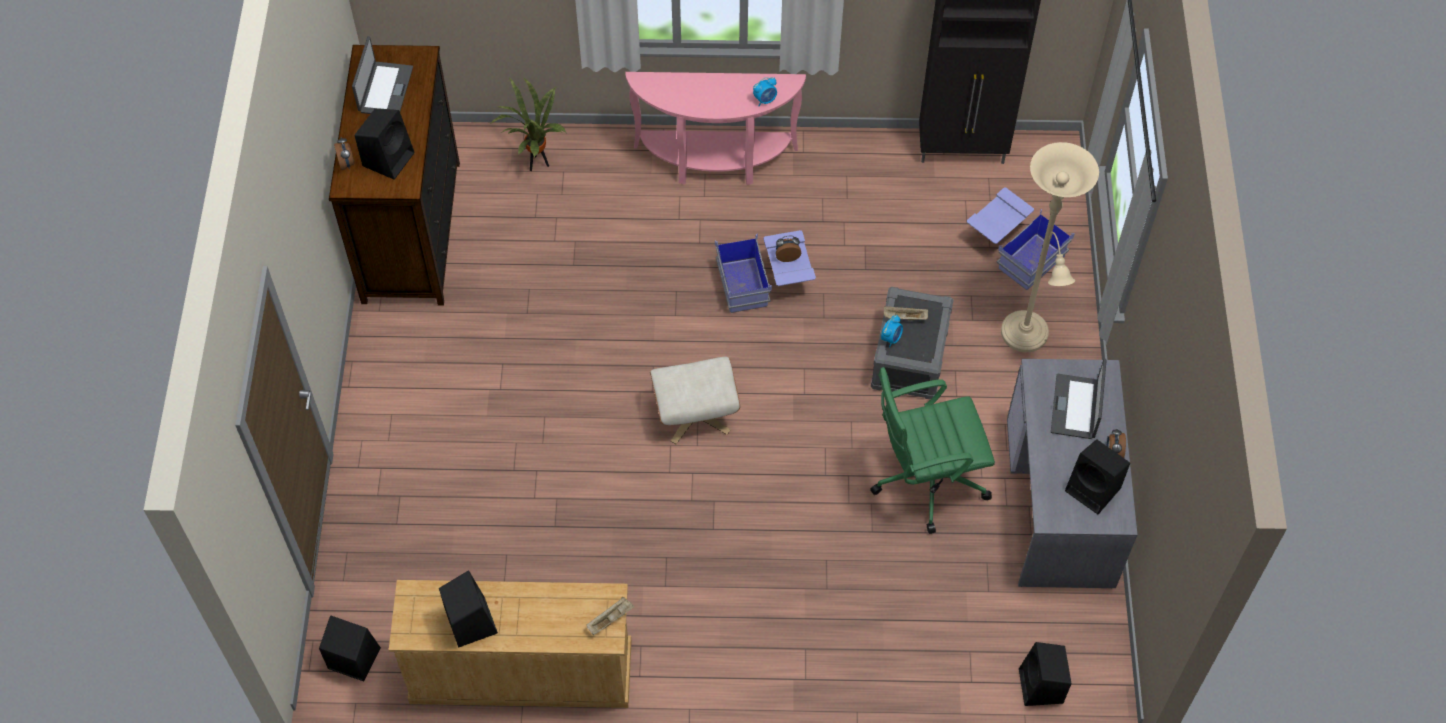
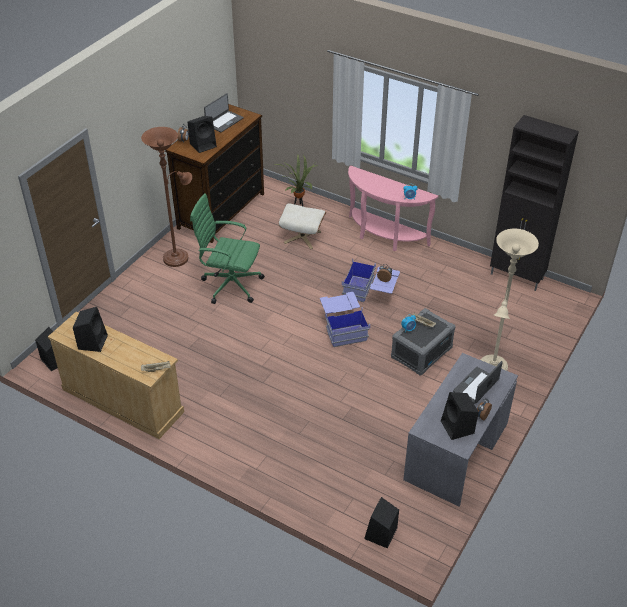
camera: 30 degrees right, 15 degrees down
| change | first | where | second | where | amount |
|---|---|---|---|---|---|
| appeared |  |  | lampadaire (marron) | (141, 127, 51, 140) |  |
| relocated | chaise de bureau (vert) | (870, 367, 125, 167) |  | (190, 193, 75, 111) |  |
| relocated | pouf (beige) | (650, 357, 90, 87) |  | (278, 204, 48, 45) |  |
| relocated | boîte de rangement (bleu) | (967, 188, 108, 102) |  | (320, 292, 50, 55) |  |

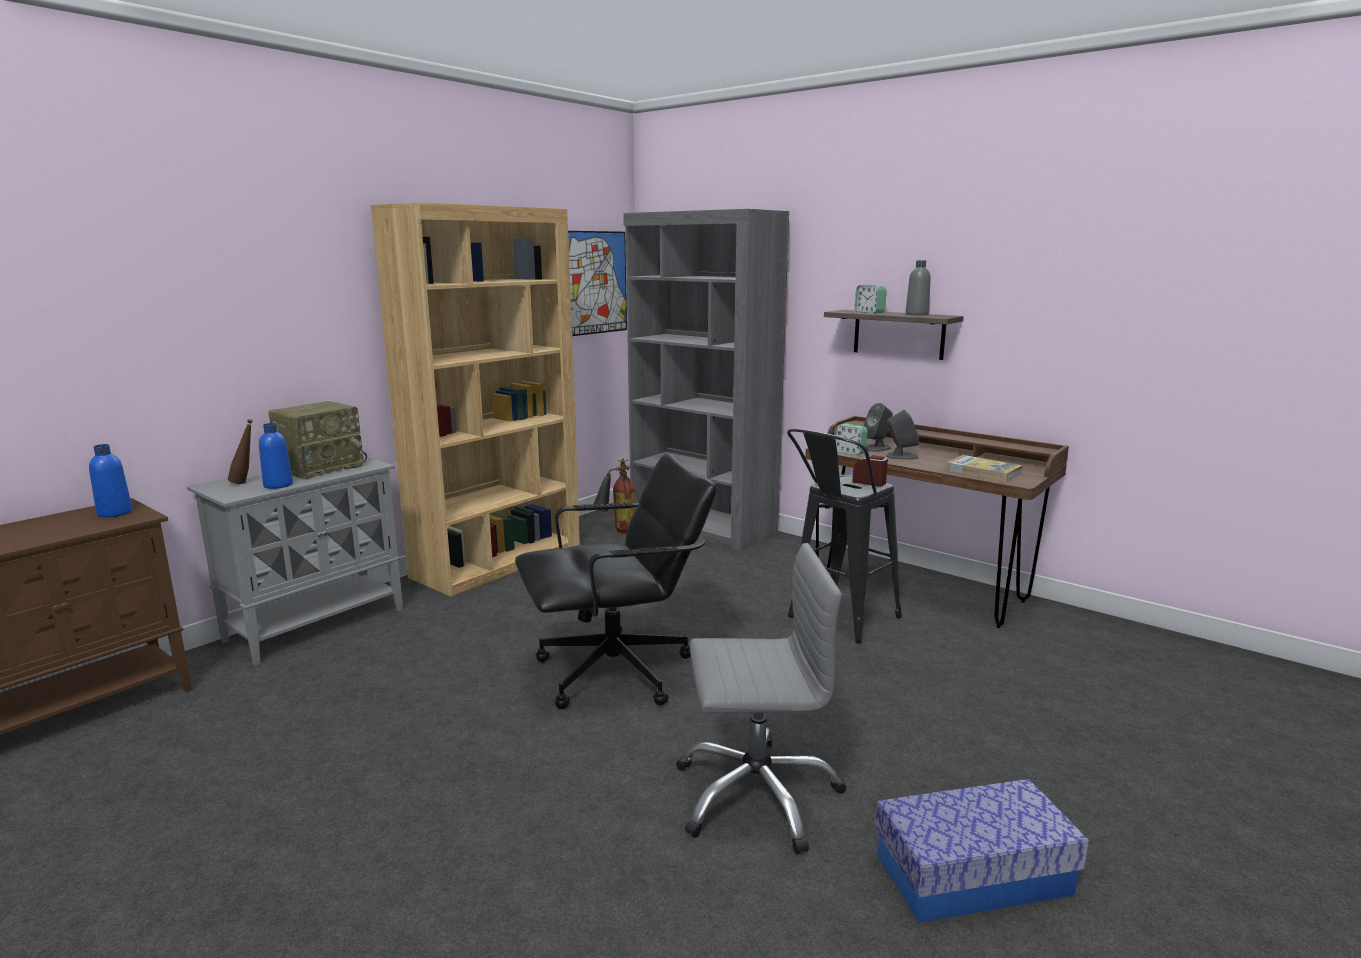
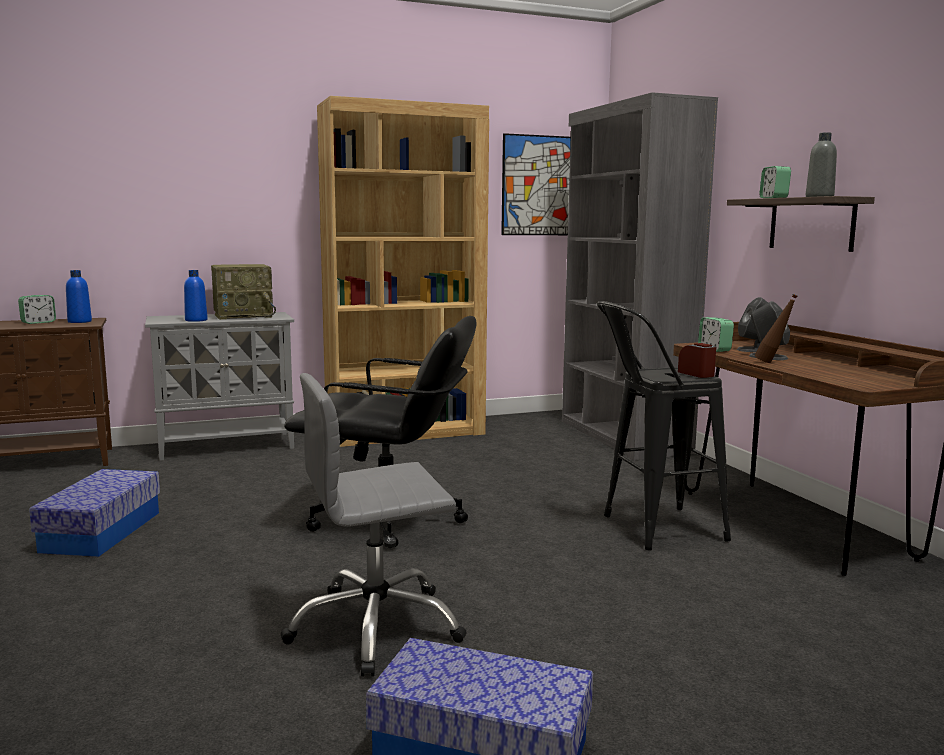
camera: 30 degrees right, 5 degrees down
| change | first | where | second | where | amount |
|---|---|---|---|---|---|
| appeared |  |  | réveil | (18, 295, 38, 29) |  |
| appeared |  |  | boîte de rangement | (29, 469, 131, 88) |  |
| spun | chaise de bureau (gris) | (676, 543, 170, 311) |  | (281, 373, 186, 304) | 135 degrees clockwise |
| relocated | bouteille (marron) | (228, 419, 25, 65) |  | (755, 294, 43, 69) |  |
| missing | extincteur | (594, 458, 42, 75) |  |  |  |
| missing | livre | (946, 455, 77, 27) |  |  |  |

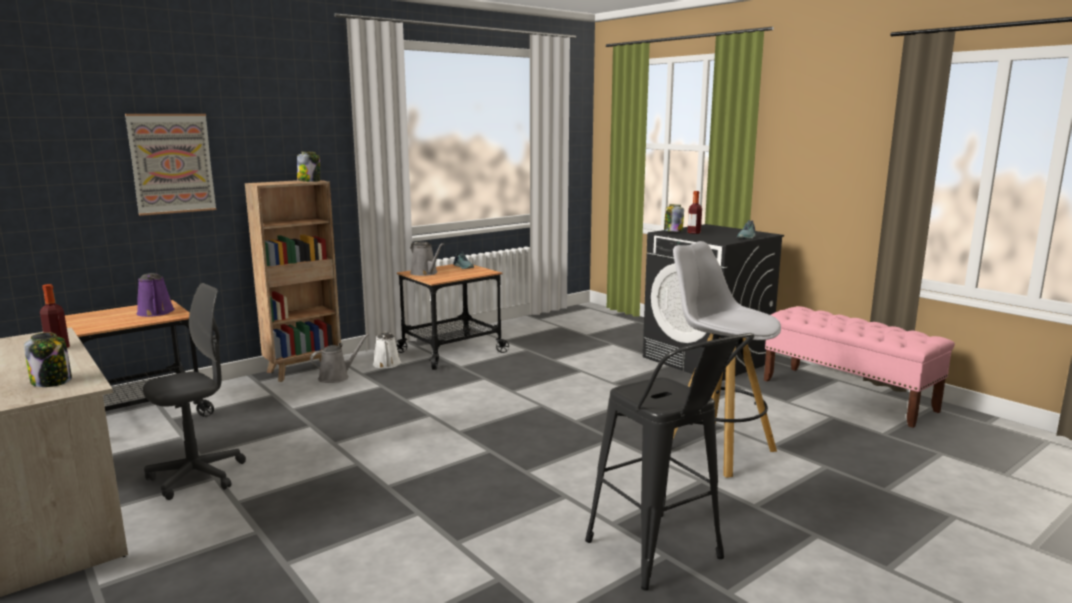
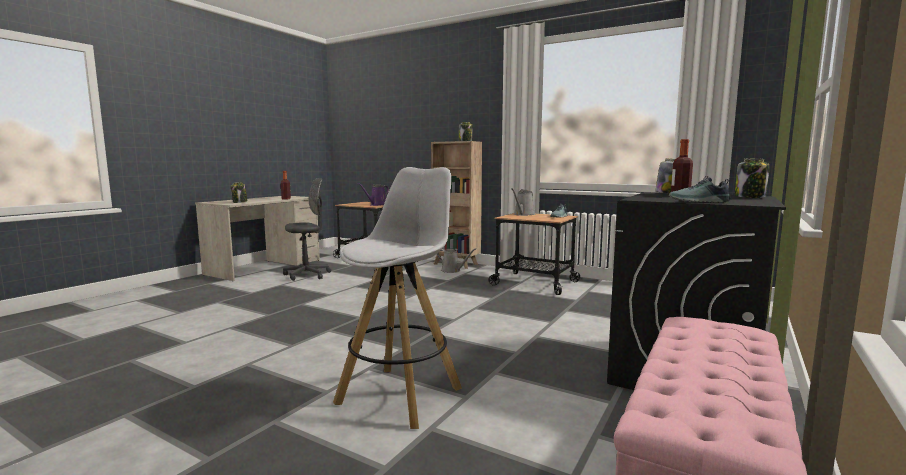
camera: 70 degrees right, 5 degrees down
| change | first | where | second | where | amount |
|---|---|---|---|---|---|
| spun | chaise de bureau (gris) | (143, 283, 103, 217) |  | (283, 178, 48, 103) | 60 degrees counterclockwise |
| appeared |  |  | bocal | (735, 158, 34, 40) |  |
| missing | tableau | (125, 114, 91, 102) |  |  |  |
| missing | arrosoir (blanc) | (373, 331, 28, 37) |  |  |  |
| missing | tabouret (noir) | (585, 333, 170, 258) |  |  |  |

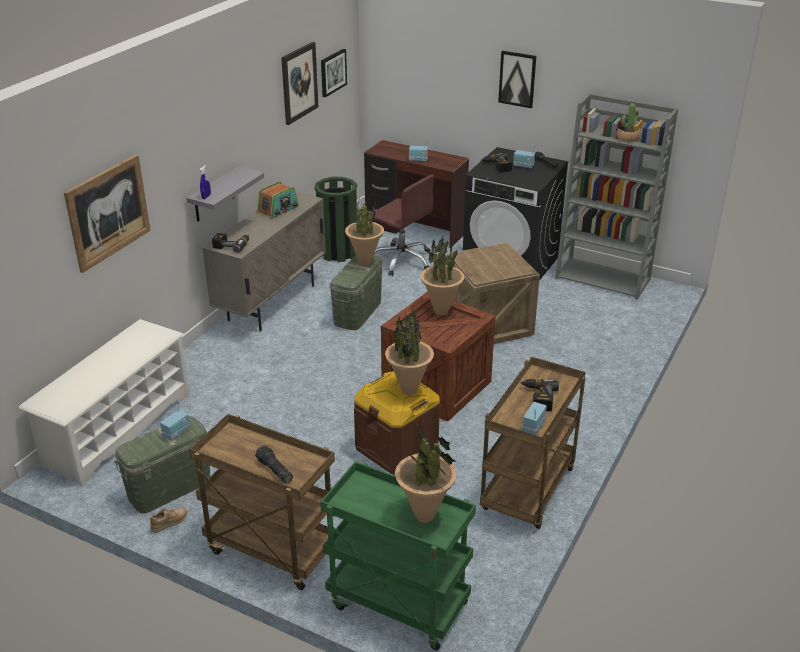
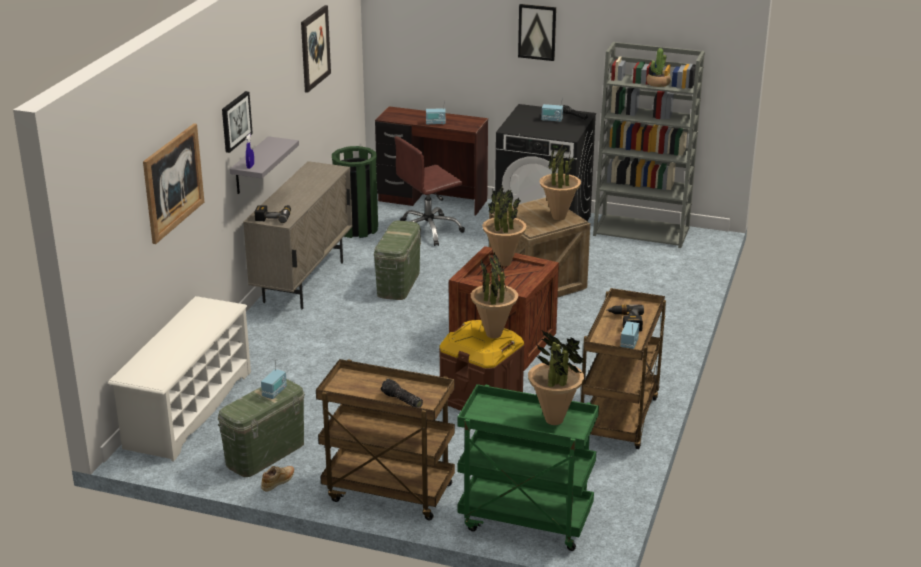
camera: 10 degrees left, 5 degrees down
| change | first | where | second | where | amount |
|---|---|---|---|---|---|
| relocated | tableau | (321, 49, 26, 48) |  | (222, 91, 31, 62) |  |
| spun | chaise de bureau (marron) | (372, 175, 62, 101) |  | (395, 136, 70, 110) | 120 degrees clockwise |
| relocated | plante en pot | (345, 200, 39, 66) |  | (539, 145, 42, 75) |  |
| missing | radio | (257, 181, 42, 38) |  |  |  |
| missing | perceuse | (481, 153, 31, 20) |  |  |  |

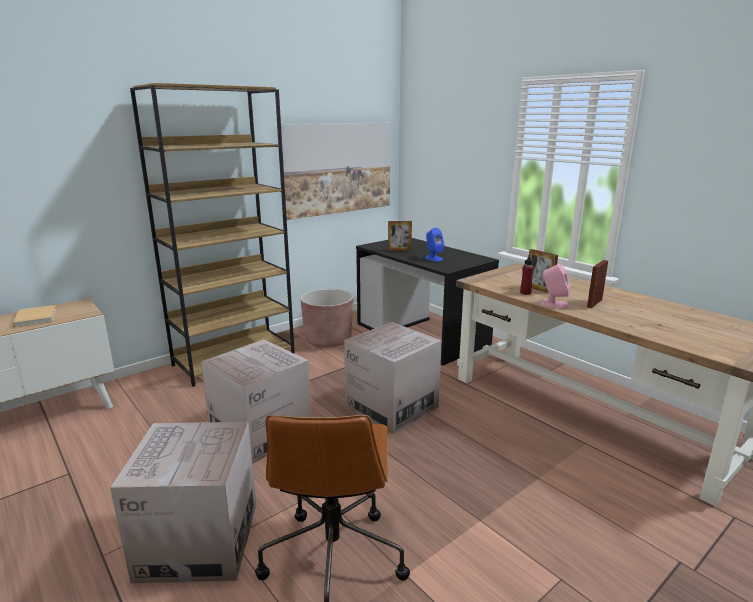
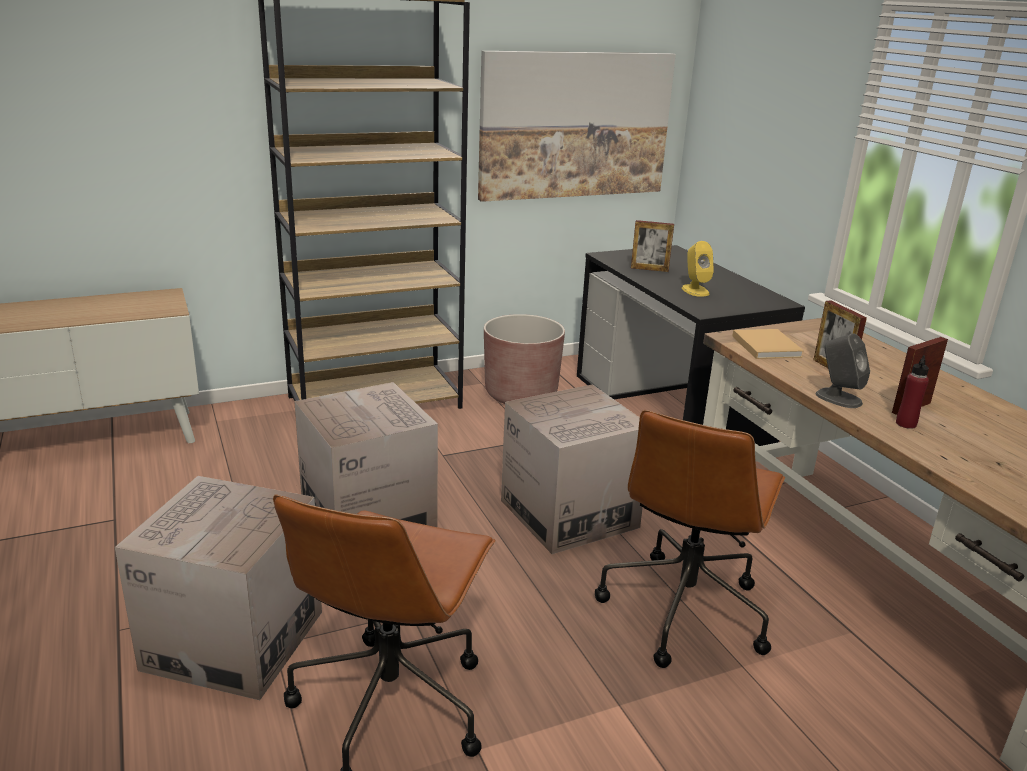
camera: 15 degrees right, 5 degrees up
| change | first | where | second | where | amount |
|---|---|---|---|---|---|
| appeared |  |  | chaise de bureau (marron) | (595, 410, 190, 258) |  |
| colour | enceinte (bleu) | (425, 228, 19, 33) | enceinte (jaune) | (682, 241, 32, 56) |  |
| relocated | livre (beige) | (12, 305, 45, 23) |  | (732, 329, 72, 30) |  |
| colour | enceinte (rose) | (540, 264, 31, 44) | enceinte (gris) | (815, 333, 55, 75) |  |
| relocated | bouteille (rouge) | (520, 255, 14, 40) |  | (896, 355, 33, 74) |  |

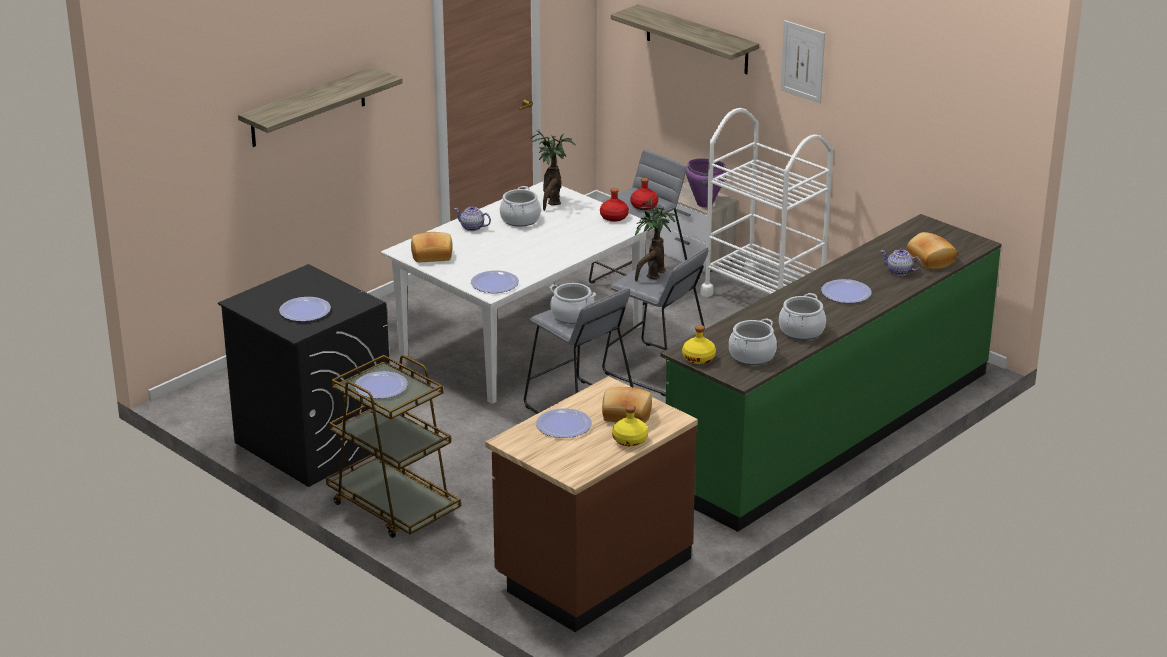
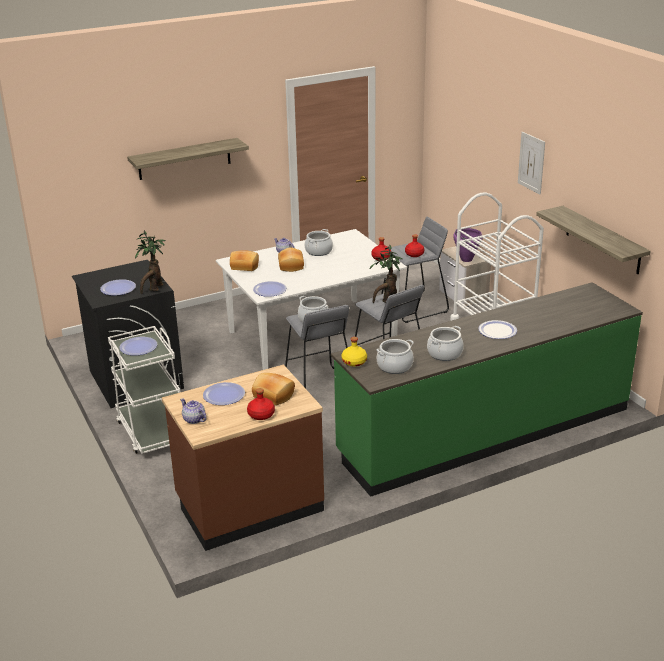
camera: 20 degrees right, 0 degrees up
| change | first | where | second | where | amount |
|---|---|---|---|---|---|
| colour | chariot (marron) | (326, 355, 135, 183) | chariot (blanc) | (108, 326, 72, 128) |  |
| relocated | plante en pot | (531, 130, 45, 81) |  | (135, 230, 31, 65) |  |
| relocated | théière | (881, 249, 41, 27) |  | (180, 398, 27, 26) |  |
| colour | bouteille (jaune) | (612, 405, 36, 42) | bouteille (rouge) | (247, 388, 28, 32) |  |
| relocated | pain | (907, 232, 50, 37) |  | (278, 247, 26, 25) |  |
| relocated | étagère | (611, 4, 148, 70) |  | (536, 206, 115, 68) |  |

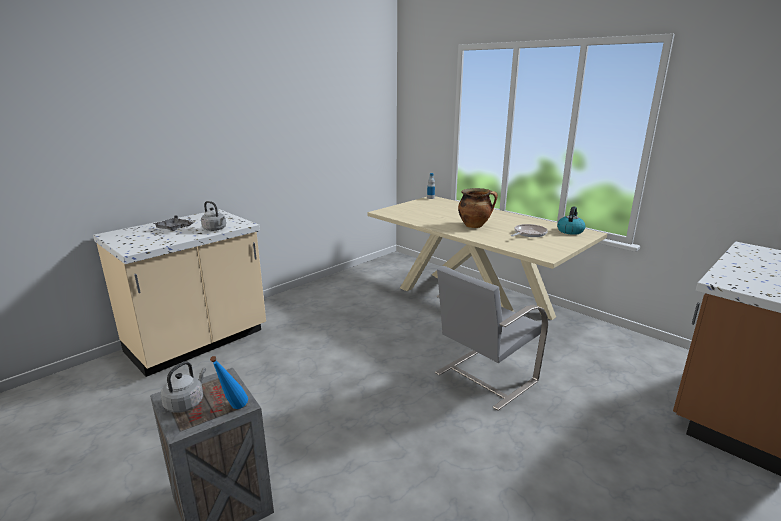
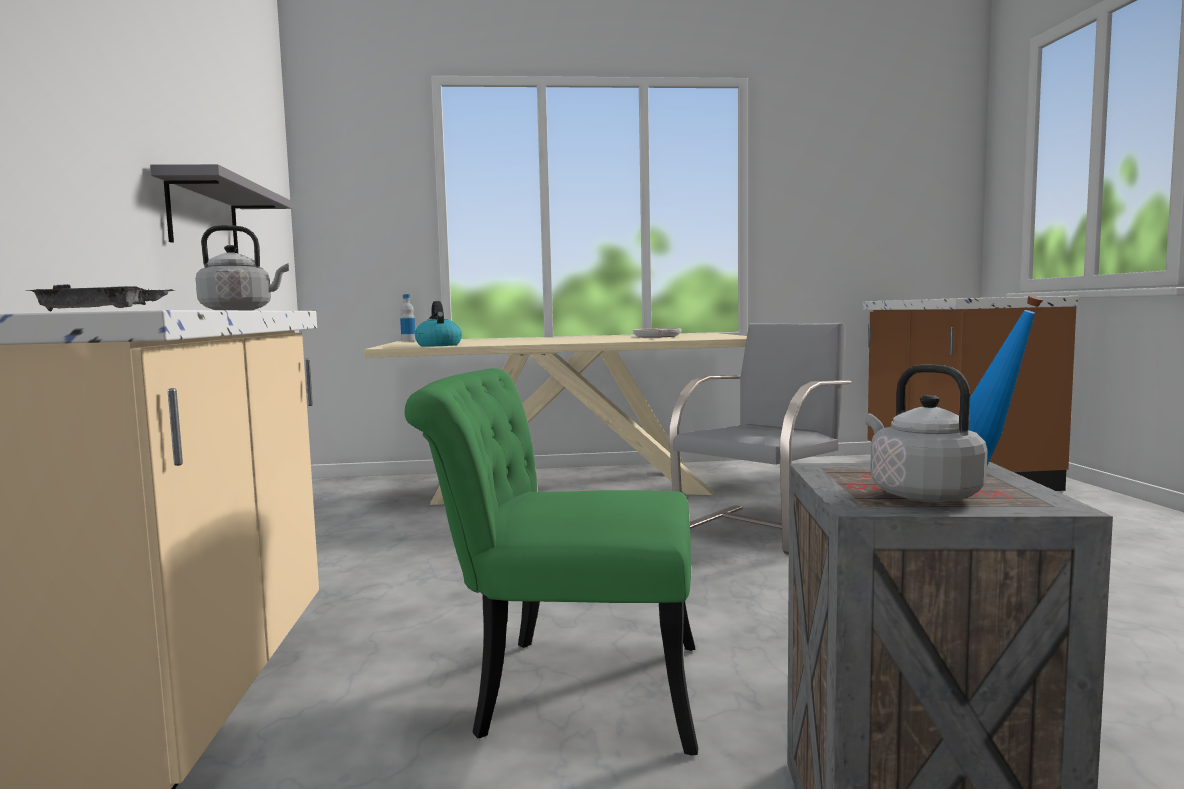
camera: 50 degrees left, 15 degrees down
| change | first | where | second | where | amount |
|---|---|---|---|---|---|
| appeared |  |  | étagère (gris) | (150, 164, 142, 89) |  |
| appeared |  |  | chaise (vert) | (404, 368, 294, 387) |  |
| relocated | bouilloire | (557, 207, 28, 28) |  | (415, 301, 47, 45) |  |
| spun | chaise (gris) | (435, 266, 113, 145) |  | (670, 323, 181, 232) | 135 degrees counterclockwise |
| missing | marmite | (458, 188, 40, 40) |  |  |  |

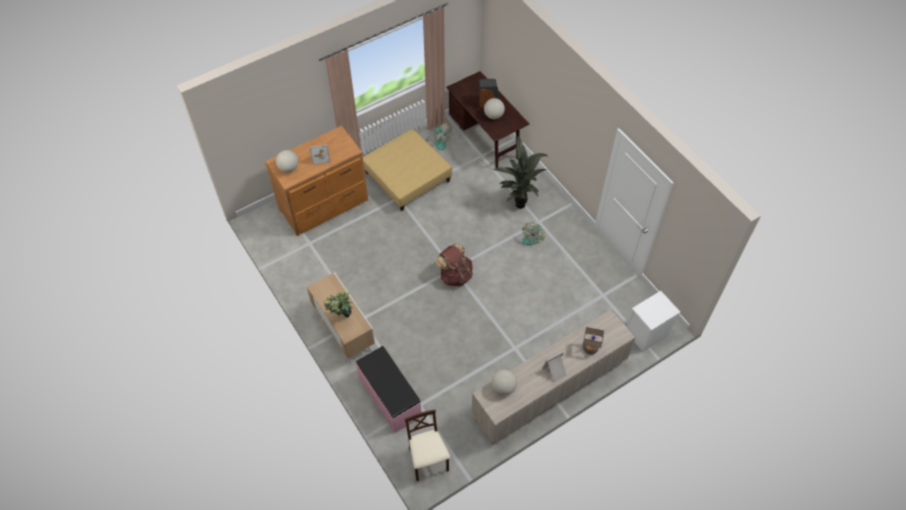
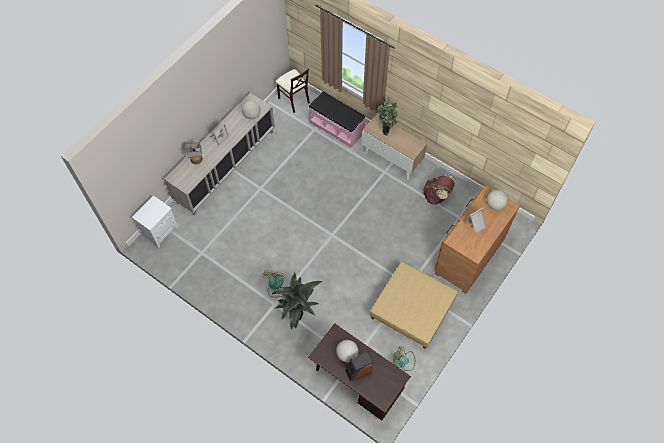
camera: 160 degrees right, 5 degrees up
| change | first | where | second | where | amount |
|---|---|---|---|---|---|
| relocated | sac à dos (marron) | (435, 243, 38, 44) |  | (423, 174, 33, 31) |  |

